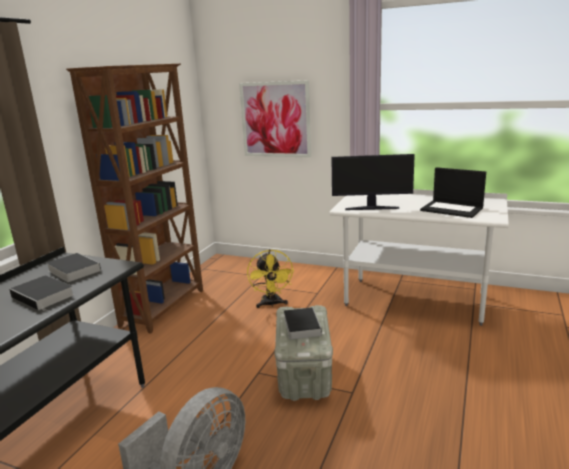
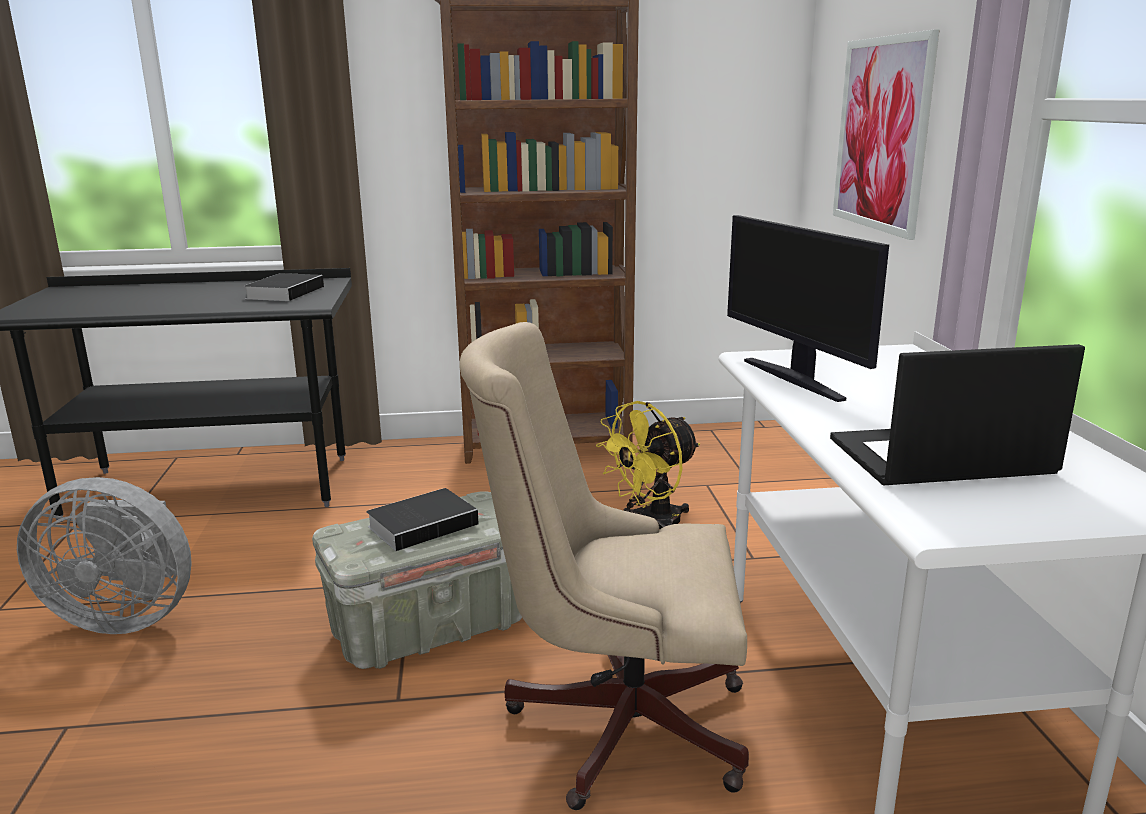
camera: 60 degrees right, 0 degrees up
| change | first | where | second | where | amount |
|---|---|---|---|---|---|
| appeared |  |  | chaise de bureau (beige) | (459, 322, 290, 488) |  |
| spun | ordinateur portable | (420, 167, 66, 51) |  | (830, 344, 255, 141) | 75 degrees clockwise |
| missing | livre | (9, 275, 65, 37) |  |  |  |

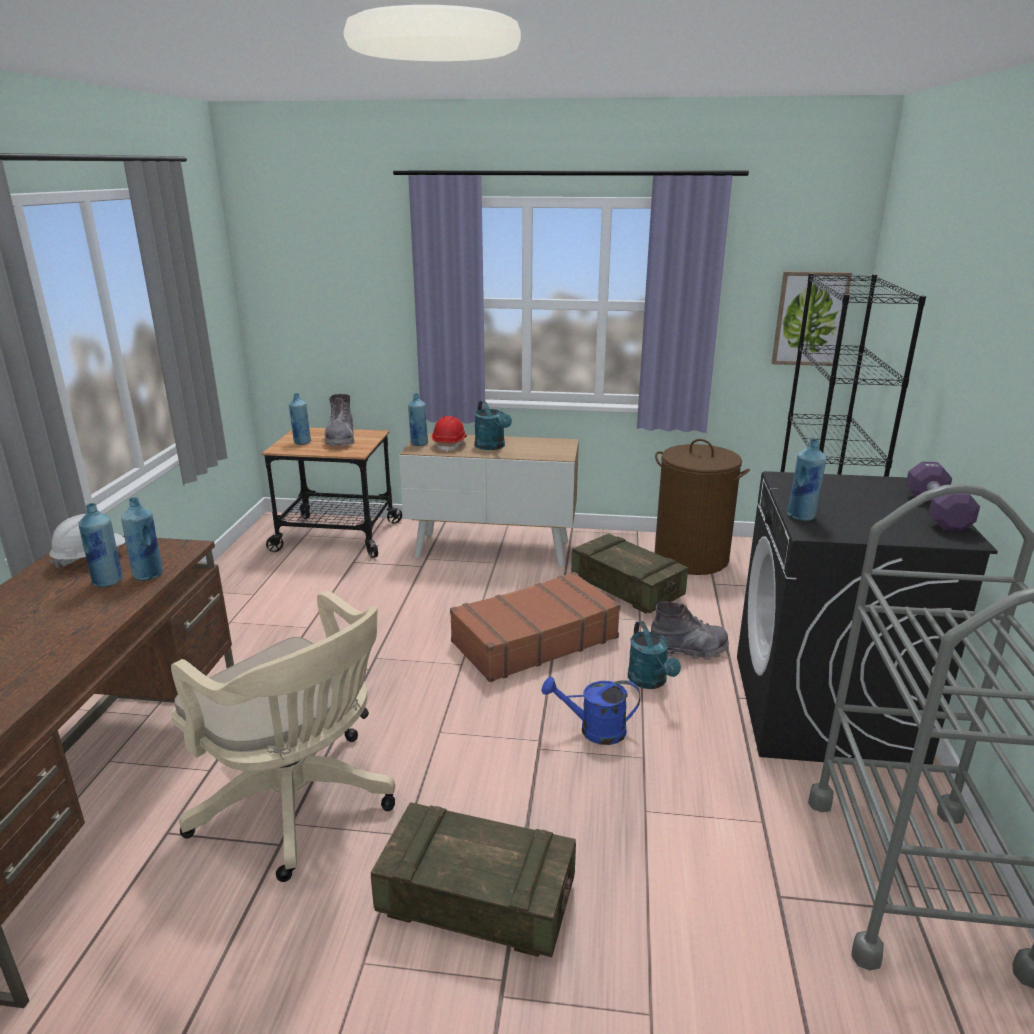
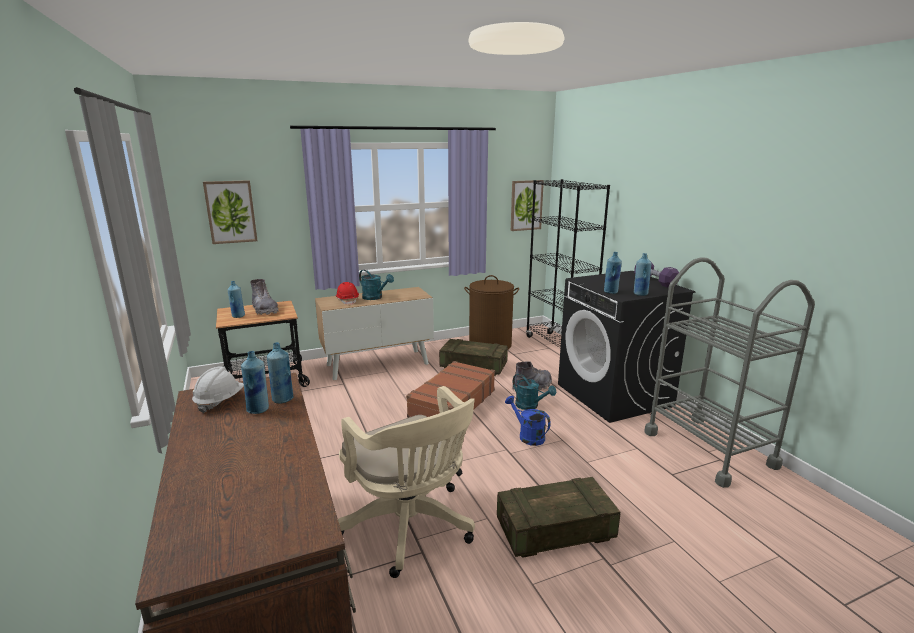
camera: 30 degrees left, 5 degrees down
| change | first | where | second | where | amount |
|---|---|---|---|---|---|
| appeared |  |  | tableau | (203, 180, 55, 64) |  |
| spun | chaise de bureau (beige) | (171, 591, 224, 291) |  | (338, 386, 137, 192) | 45 degrees clockwise |
| spun | arrosoir (bleu) | (542, 677, 98, 68) |  | (505, 396, 46, 50) | 75 degrees clockwise |
| relocated | bouteille (bleu) | (408, 393, 20, 53) |  | (634, 253, 17, 43) |  |

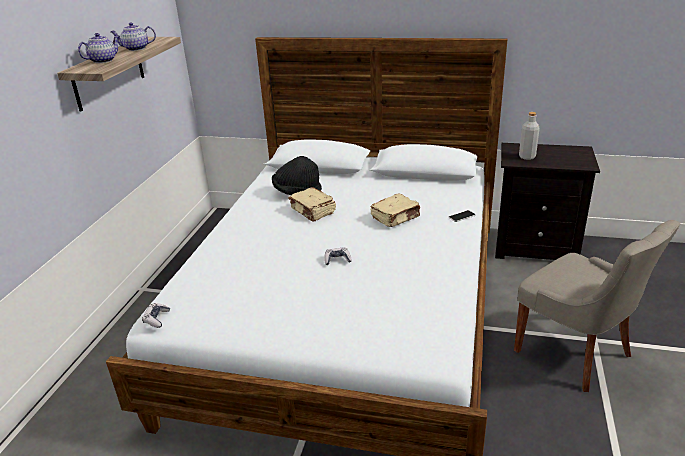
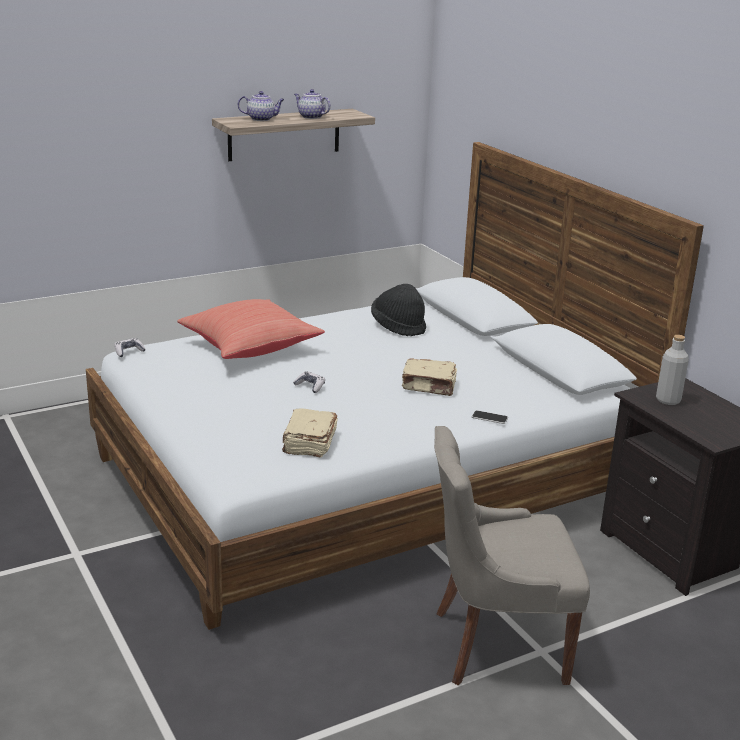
camera: 45 degrees right, 5 degrees down
| change | first | where | second | where | amount |
|---|---|---|---|---|---|
| appeared |  |  | coussin (rouge) | (177, 299, 148, 60) |  |
| relocated | livre (beige) | (288, 187, 48, 34) |  | (282, 408, 56, 50) |  |
| spun | chaise (gris) | (514, 220, 167, 172) |  | (434, 426, 156, 259) | 75 degrees clockwise |

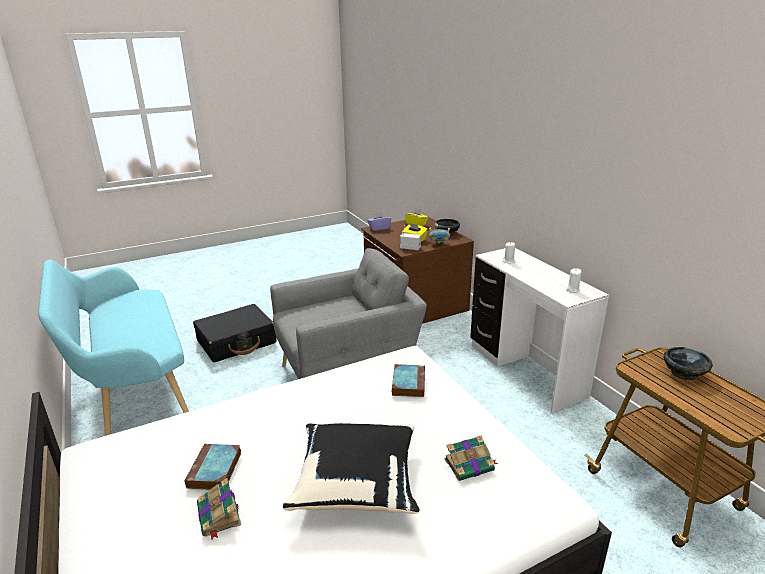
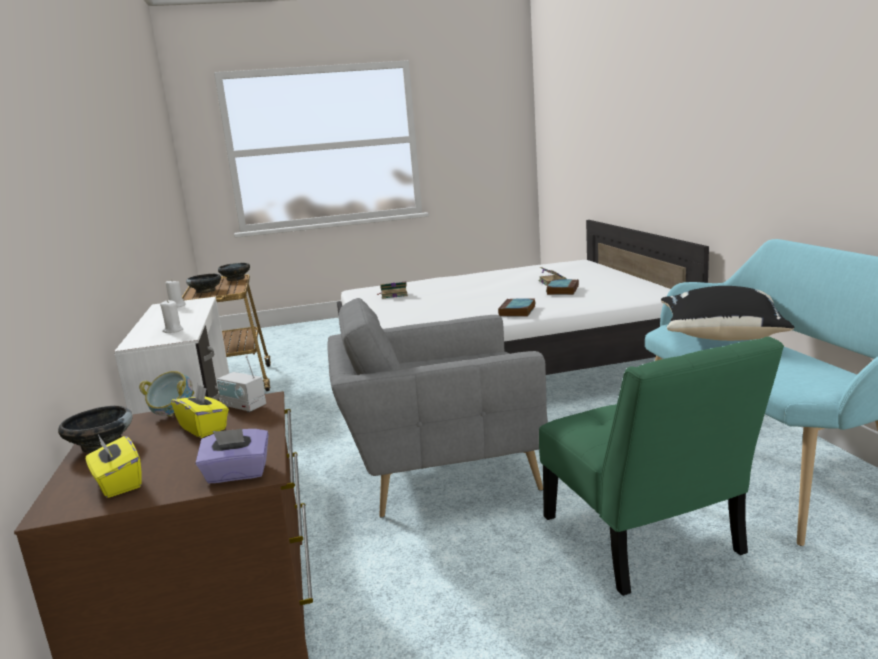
camera: 165 degrees left, 10 degrees down
| change | first | where | second | where | amount |
|---|---|---|---|---|---|
| appeared |  |  | bol (noir) | (218, 263, 32, 18) |  |
| relocated | livre | (392, 364, 33, 33) |  | (498, 299, 37, 18) |  |
| exchanged | valise (noir) | (193, 304, 83, 58) | chaise (vert) | (539, 337, 245, 259) |  |
| relocated | coussin (noir) | (283, 423, 137, 91) |  | (661, 286, 133, 55) |  |

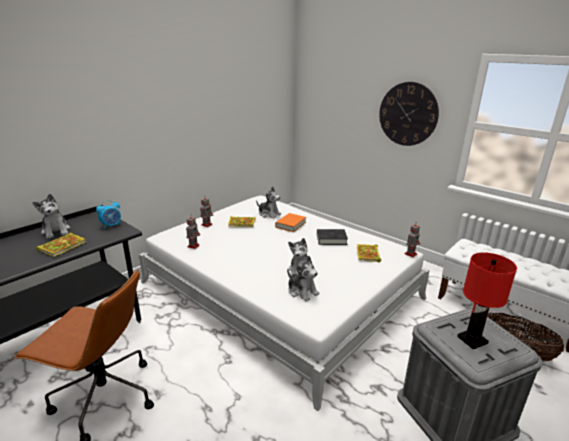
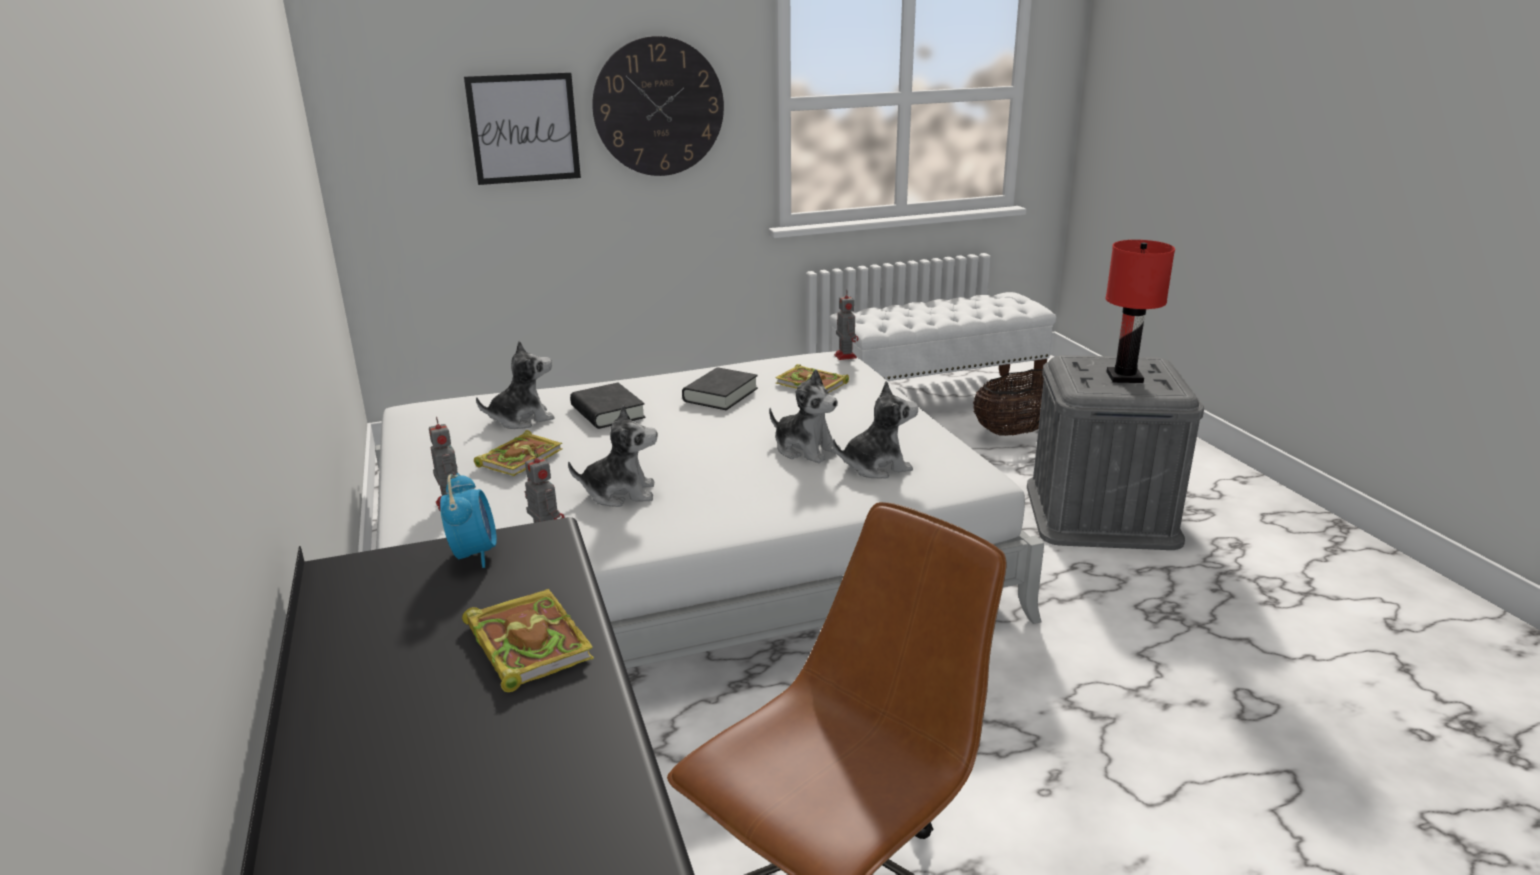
camera: 60 degrees left, 0 degrees up
| change | first | where | second | where | amount |
|---|---|---|---|---|---|
| appeared |  |  | tableau | (464, 72, 117, 113) |  |
| relocated | peluche | (32, 194, 38, 45) |  | (568, 405, 89, 102) |  |
| colour | livre (orange) | (275, 213, 31, 19) | livre (noir) | (570, 383, 76, 46) |  |

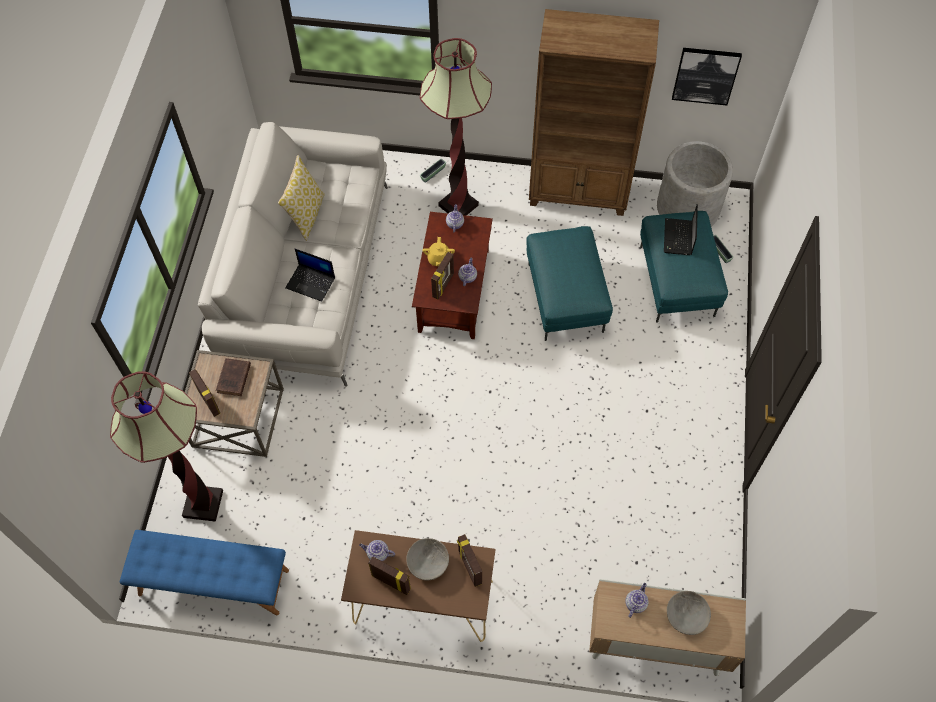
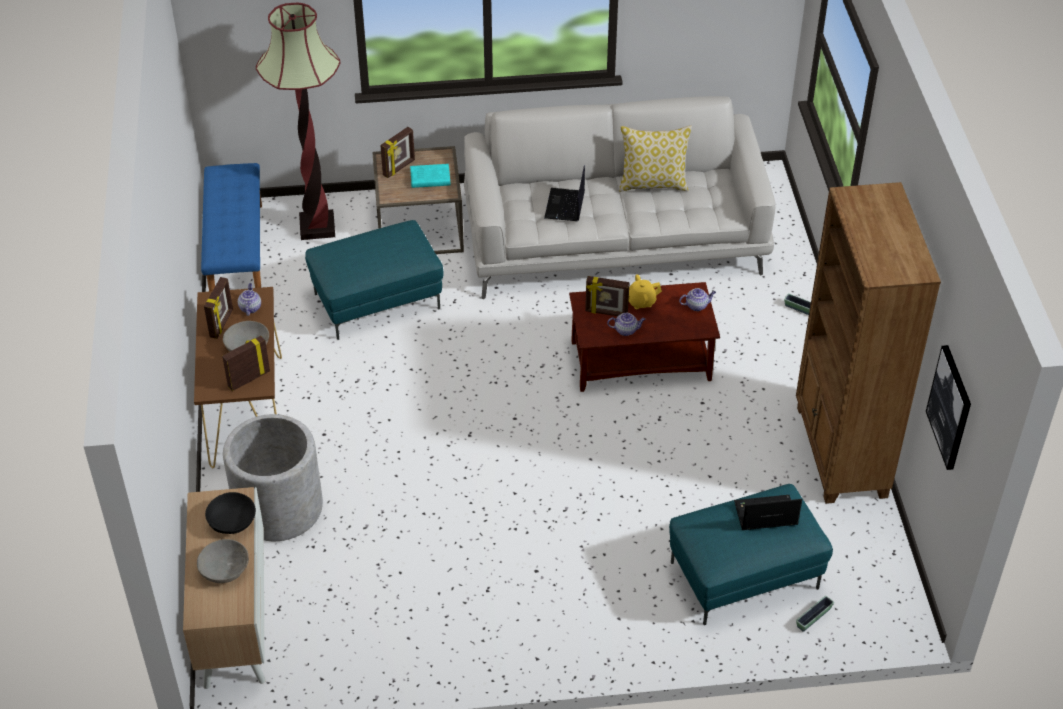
camera: 75 degrees right, 15 degrees down
| change | first | where | second | where | amount |
|---|---|---|---|---|---|
| exchanged | théière | (625, 583, 23, 35) | bol (noir) | (205, 492, 51, 42) |  |
| relocated | cache-pot (gris) | (657, 141, 76, 86) |  | (223, 414, 100, 127) |  |
| relocated | pouf (turquoise) | (526, 226, 87, 115) |  | (305, 220, 139, 120) |  |
| colour | livre (marron) | (216, 358, 35, 38) | livre (turquoise) | (410, 164, 41, 24) |  |
| missing | lampadaire | (420, 38, 72, 178) |  |  |  |

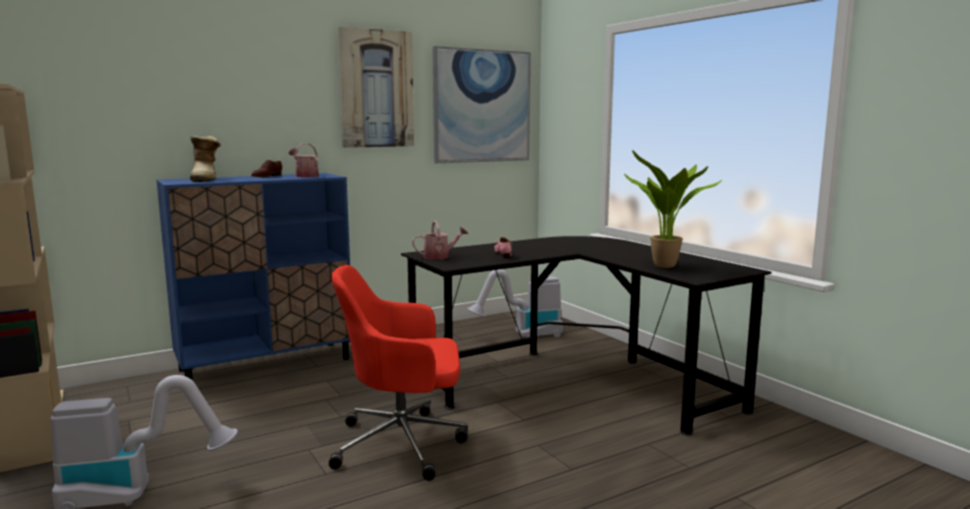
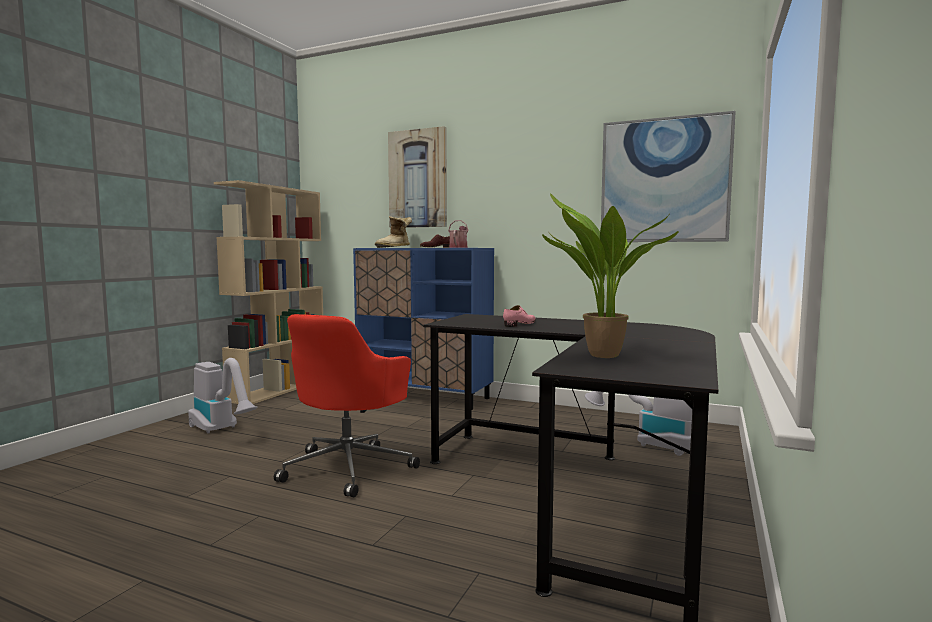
camera: 55 degrees right, 5 degrees down
| change | first | where | second | where | amount |
|---|---|---|---|---|---|
| spun | chaise de bureau (rouge) | (329, 265, 139, 216) |  | (274, 314, 146, 183) | 120 degrees counterclockwise |
| relocated | tableau | (337, 26, 77, 122) |  | (388, 126, 59, 102) |  |
| missing | arrosoir | (412, 221, 56, 39) |  |  |  |

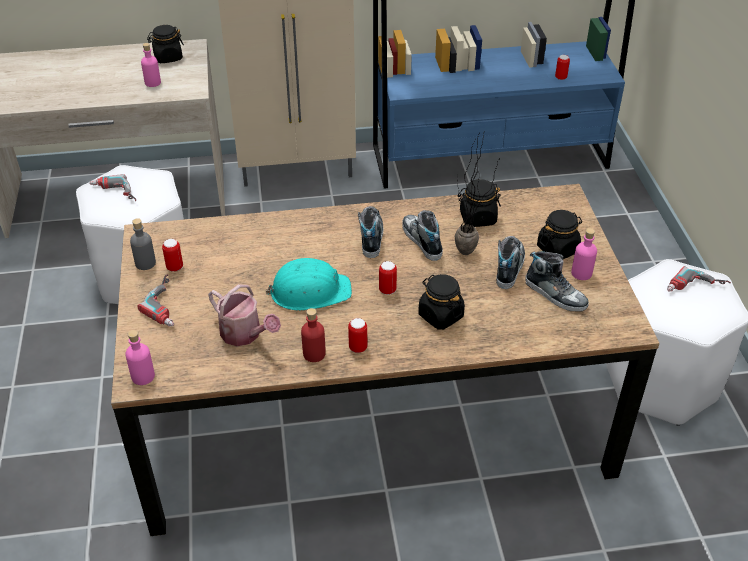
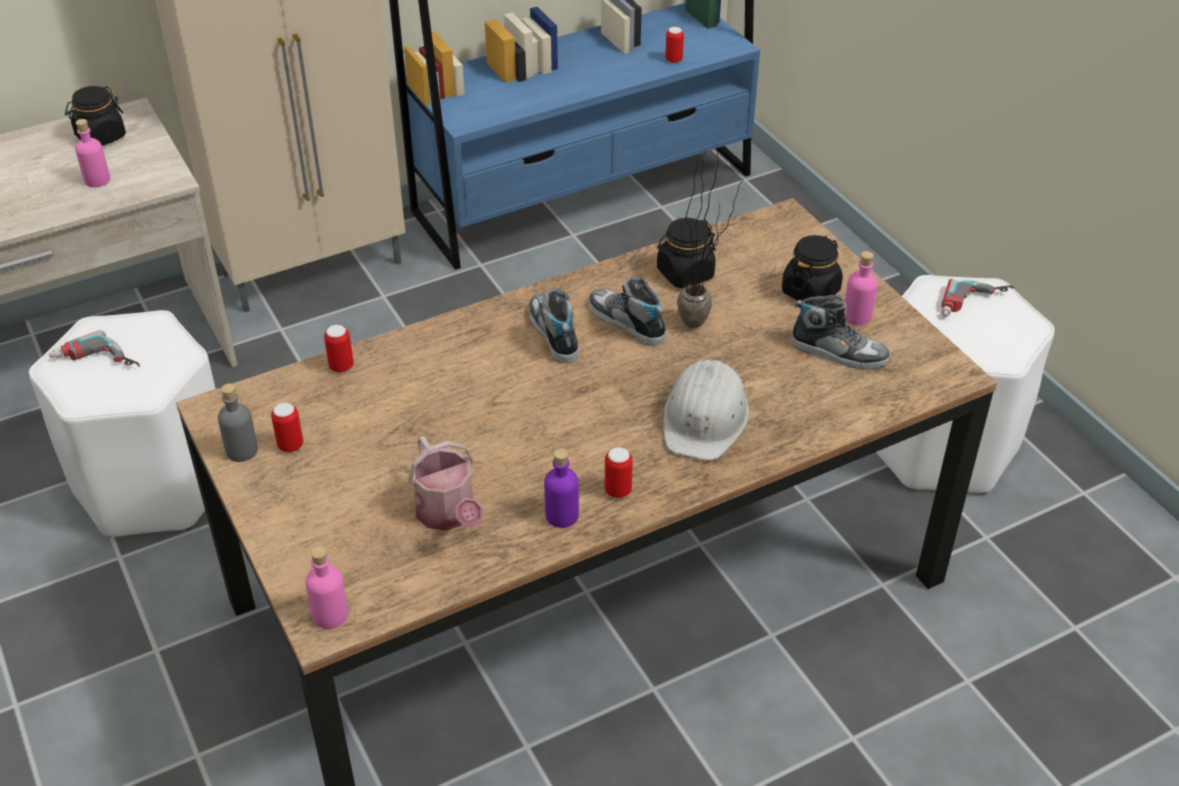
camera: 20 degrees left, 0 degrees up
| change | first | where | second | where | amount |
|---|---|---|---|---|---|
| relocated | boîte métallique | (379, 261, 18, 34) |  | (324, 325, 30, 48) |  |
| spun | arrosoir | (208, 284, 73, 62) |  | (408, 436, 75, 95) | 45 degrees clockwise |
| colour | bouteille (rouge) | (301, 308, 25, 54) | bouteille (violet) | (544, 448, 35, 80) |  |
| exchanged | bocal (noir) | (418, 274, 47, 56) | casque de chantier (blanc) | (663, 360, 86, 100) |  |
| missing | perceuse | (137, 274, 37, 53) |  |  |  |
| missing | casque de chantier (turquoise) | (265, 258, 87, 53) |  |  |  |
| missing | chaussure | (496, 236, 29, 53) |  |  |  |

